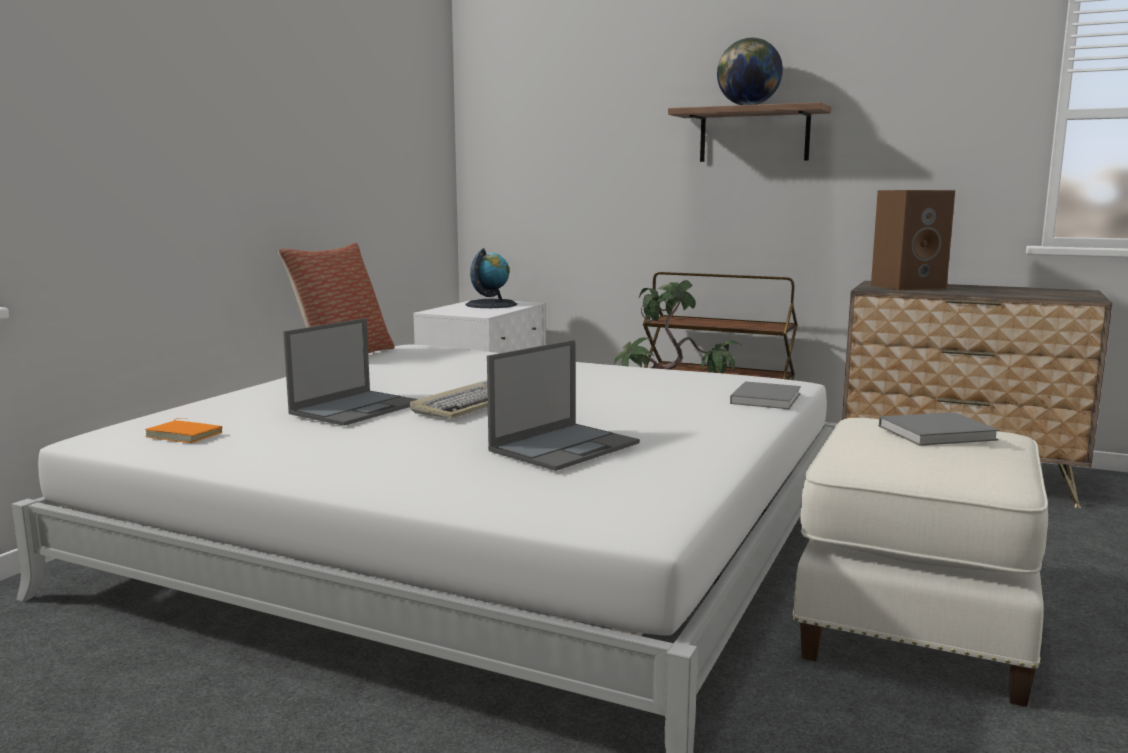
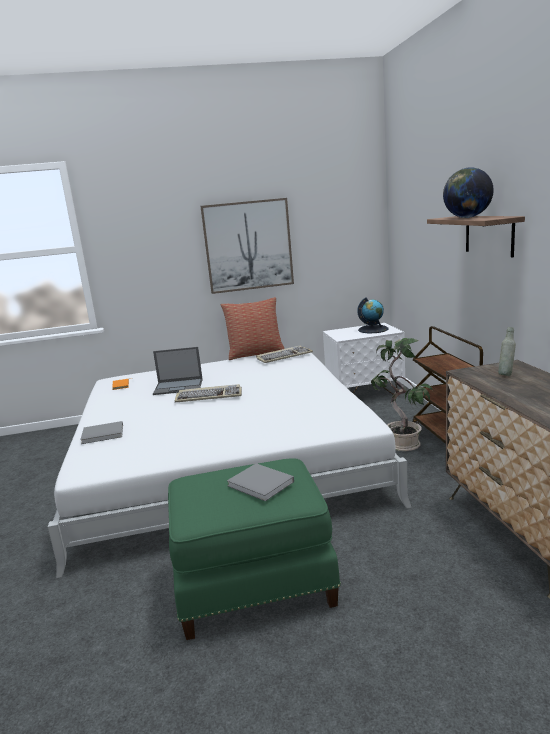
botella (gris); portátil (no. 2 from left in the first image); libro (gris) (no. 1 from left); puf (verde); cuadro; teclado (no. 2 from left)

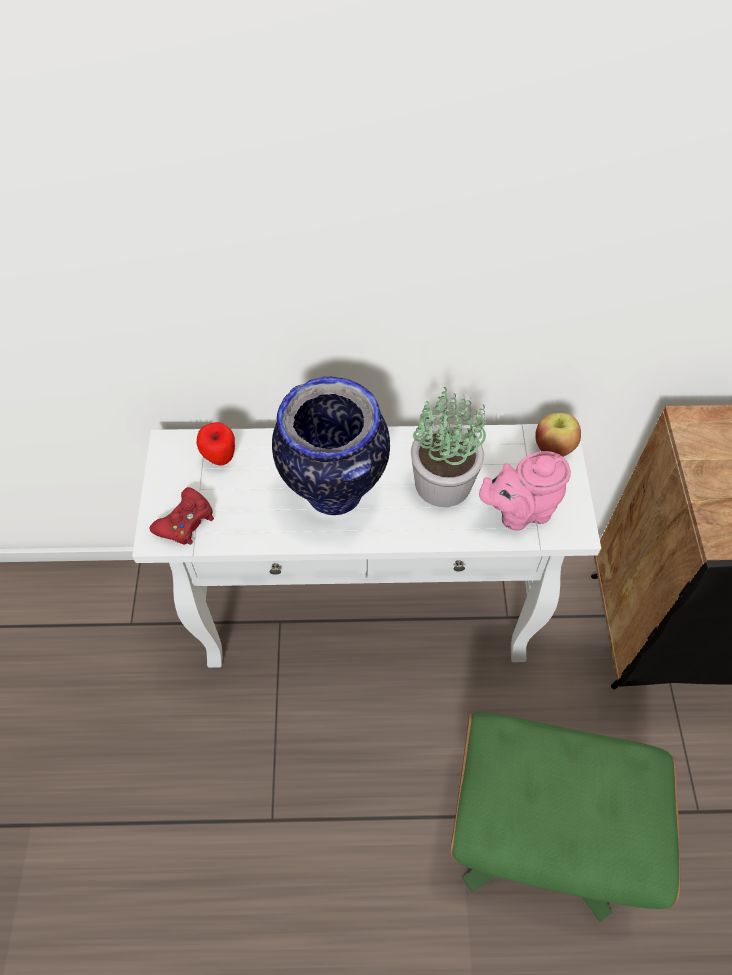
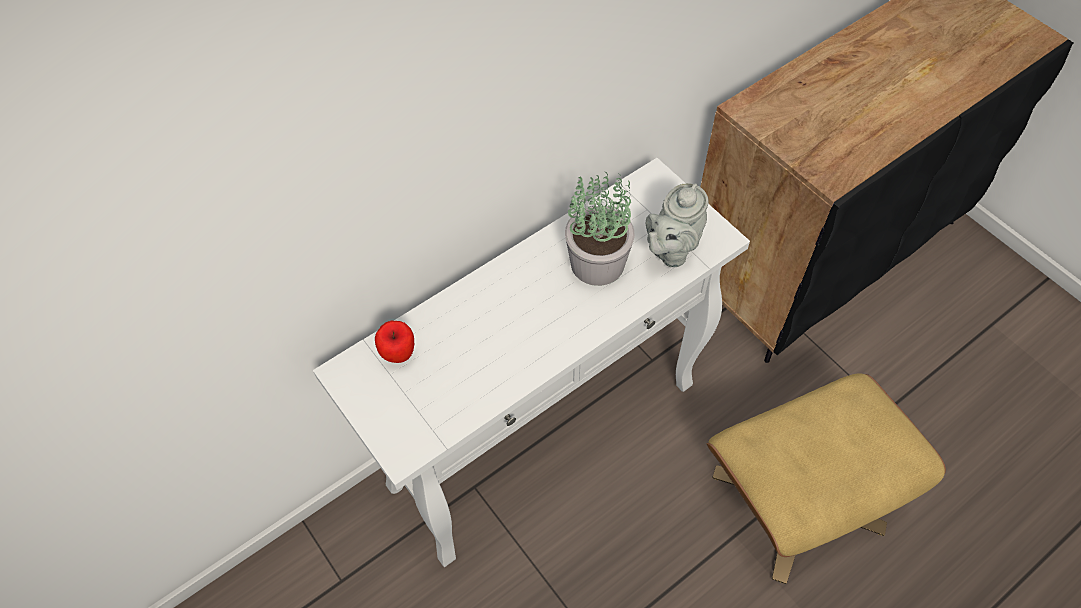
florero; manzana (no. 2 from left in the first image); tetera (gris); mando de consola (rojo); puf (beis)

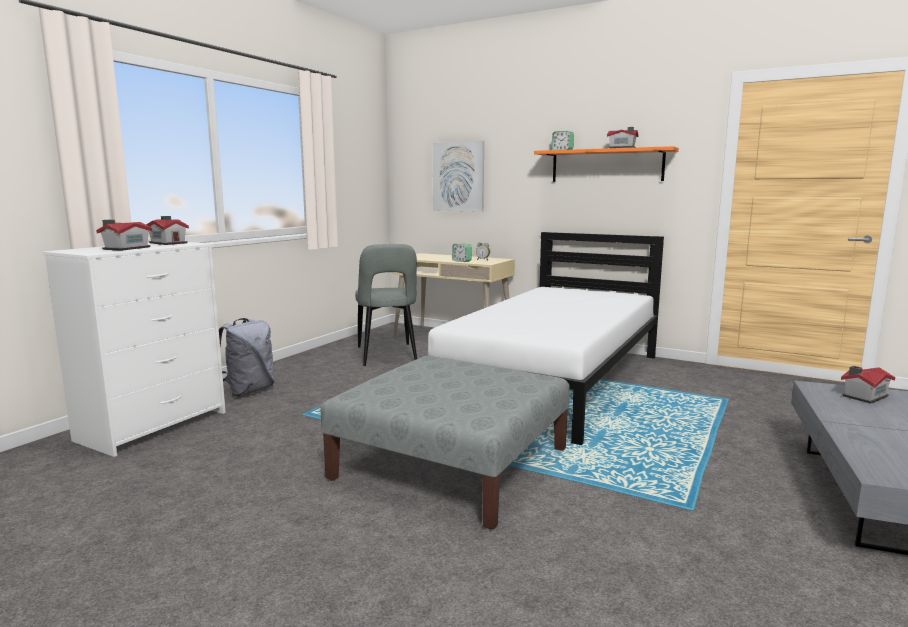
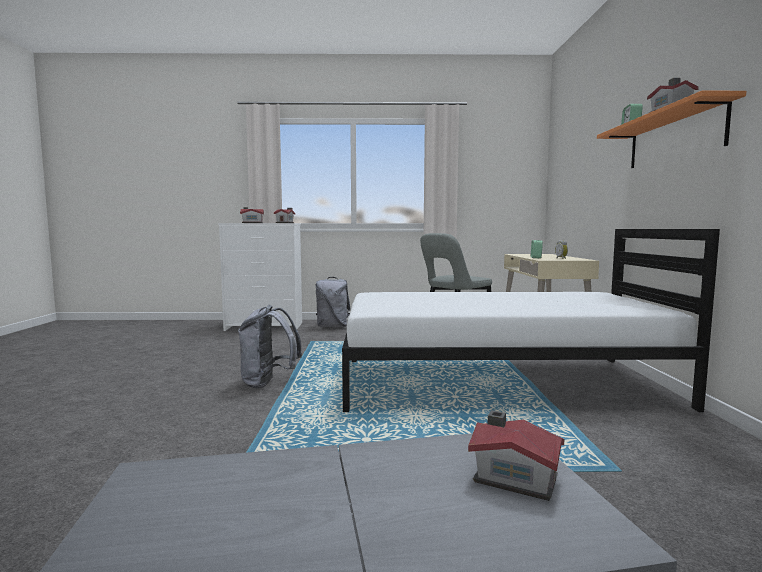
cuadro; mochila (gris) (no. 1 from left)

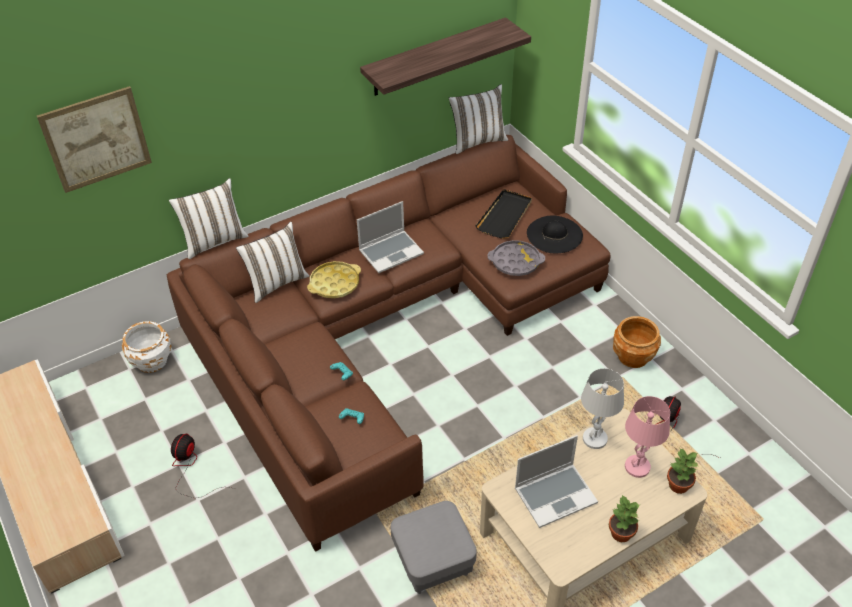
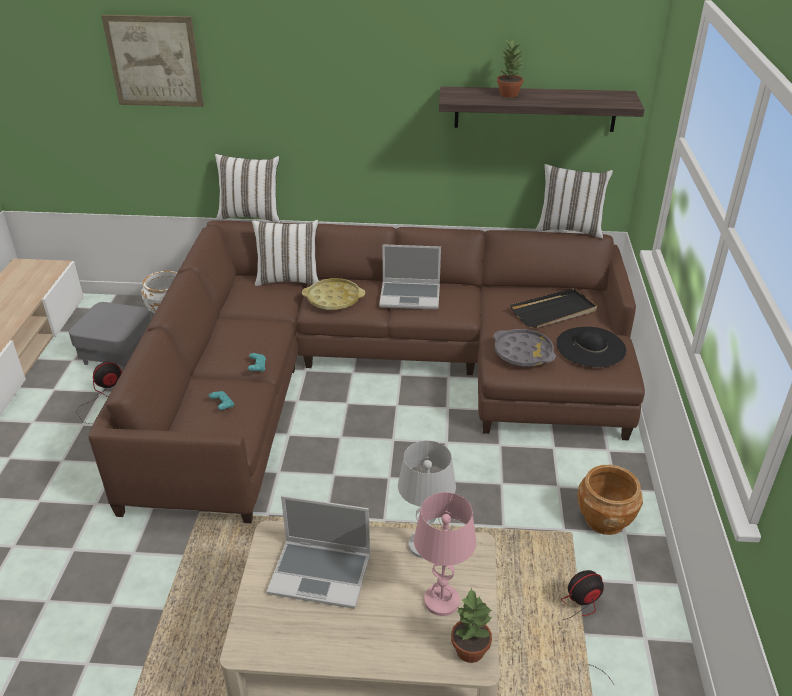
planta en maceta (no. 2 from left); puf (gris)

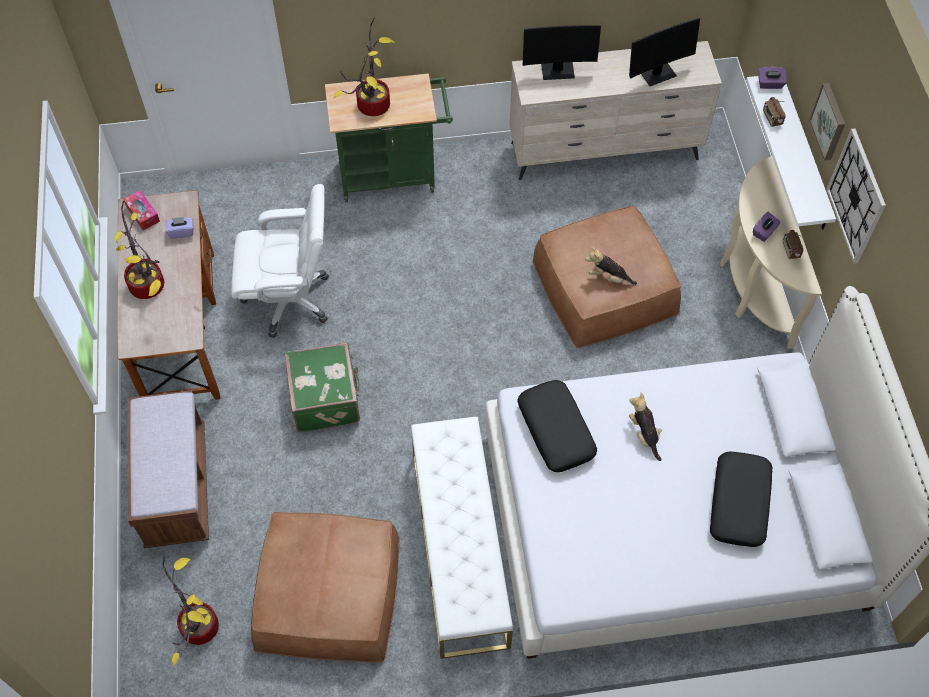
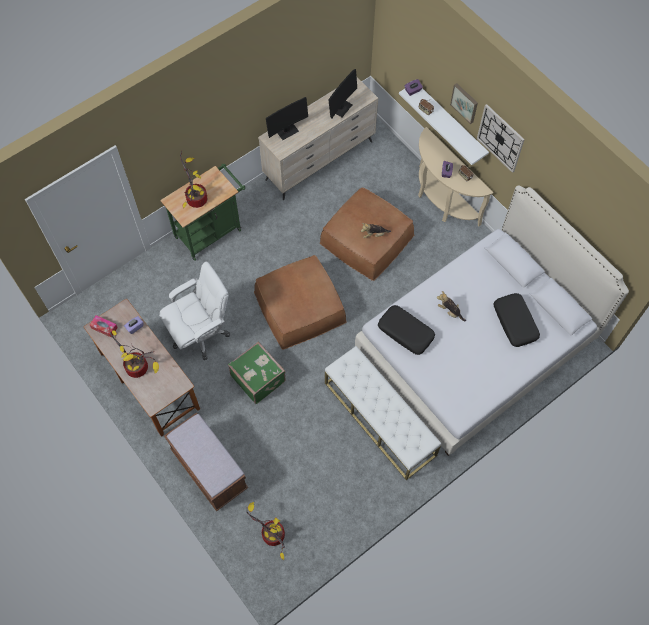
puf (marrón) (no. 1 from left)

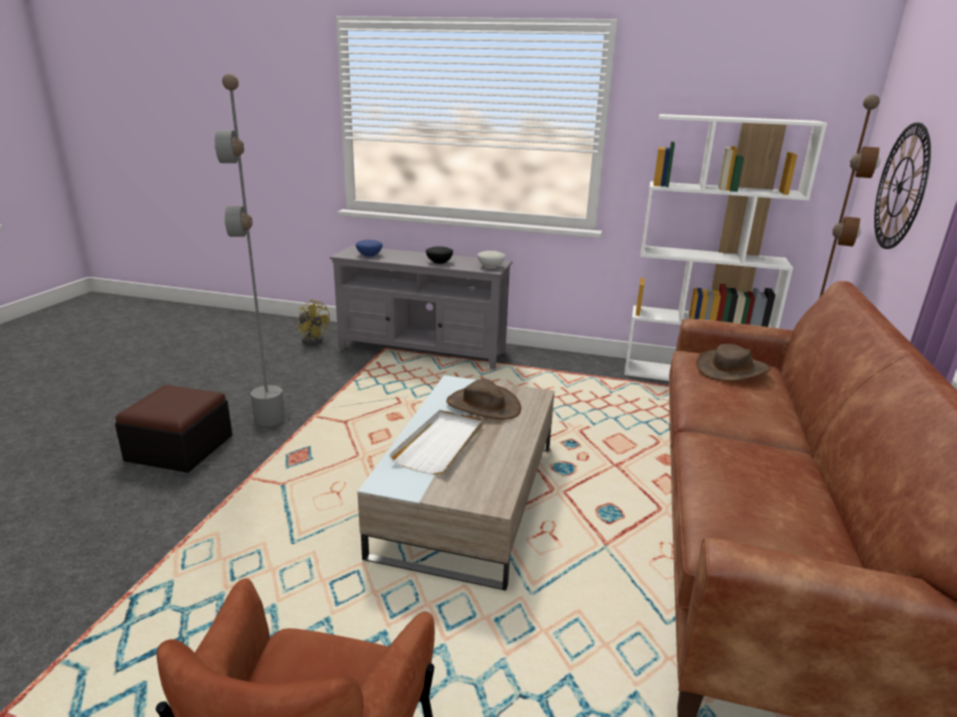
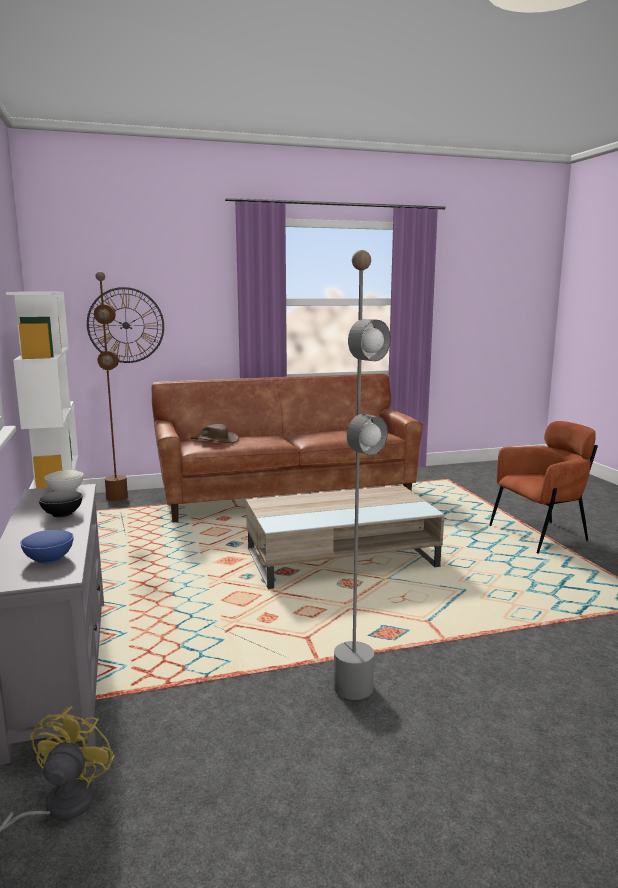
sombrero (marrón) (no. 1 from left in the first image); puf; bandeja (blanco)

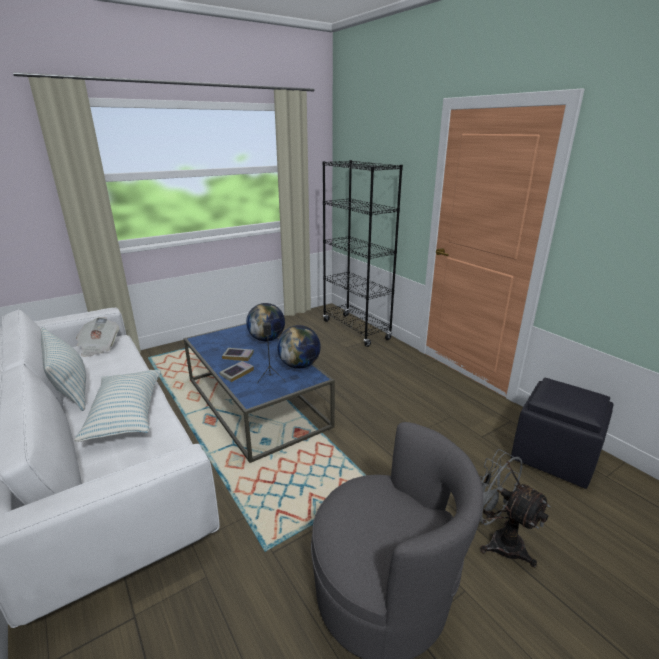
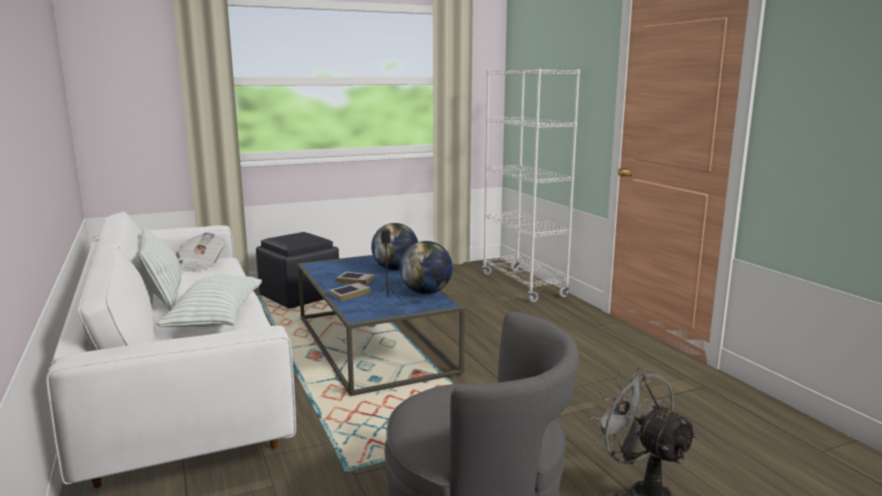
estantería (blanco); puf (negro)

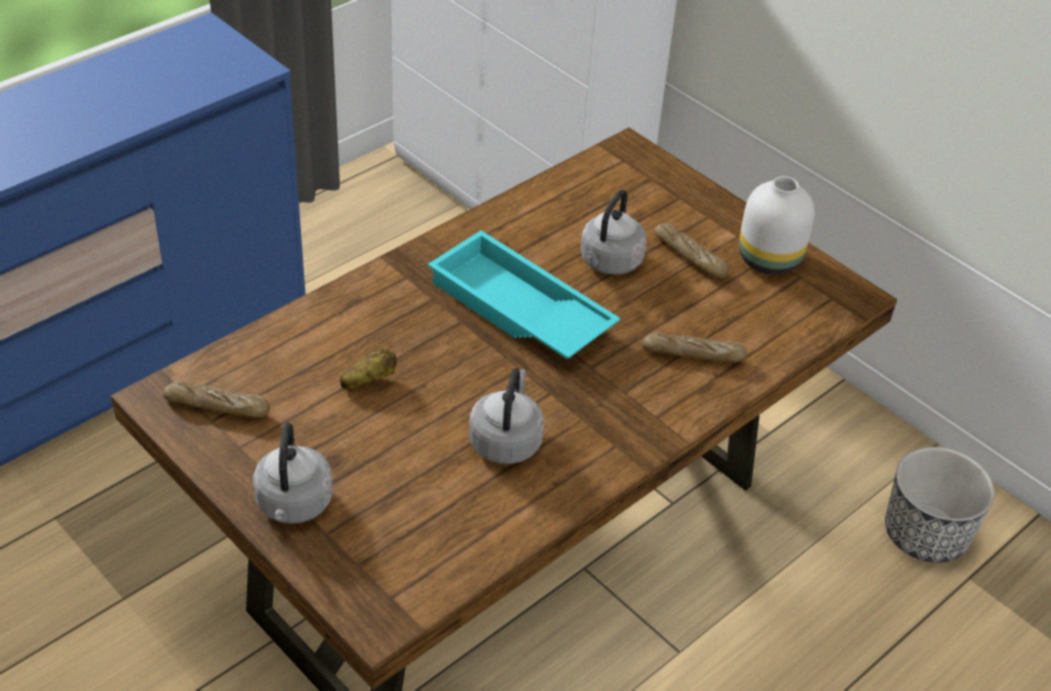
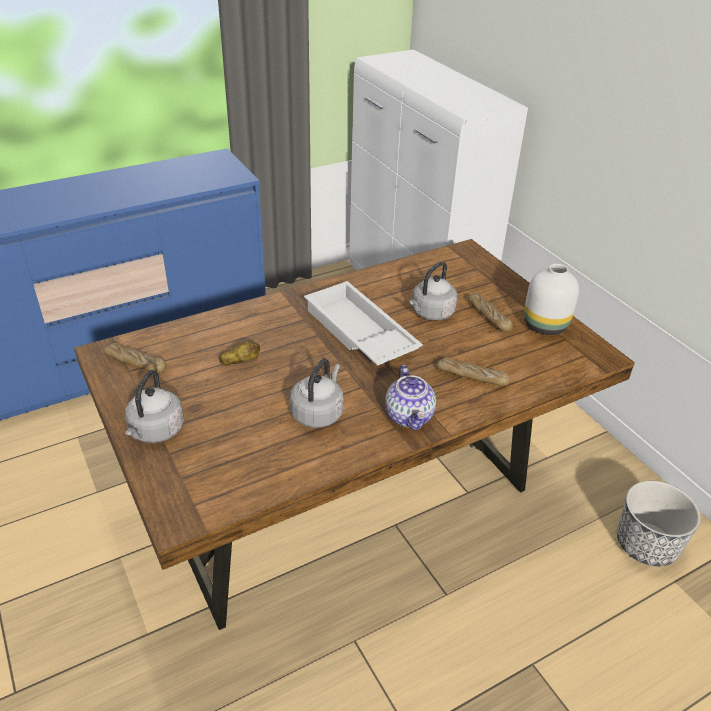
bandeja (blanco); tetera

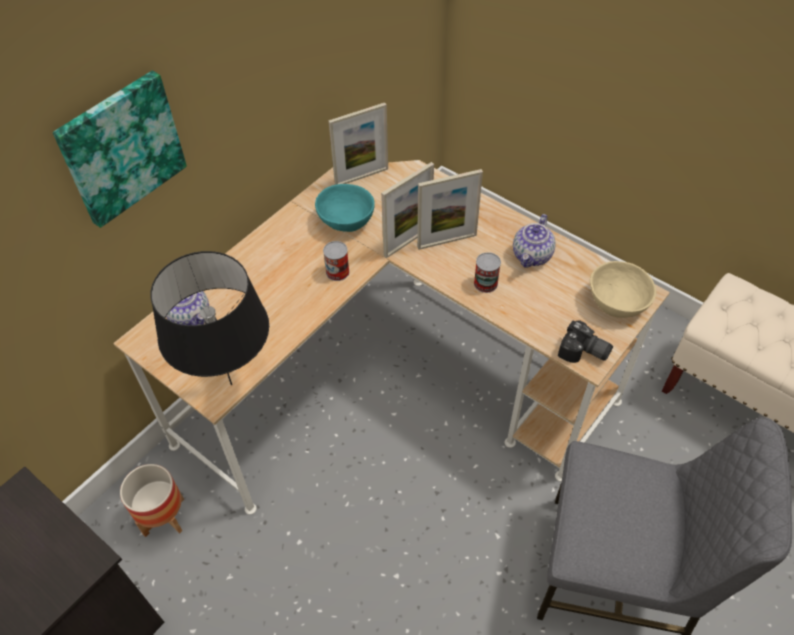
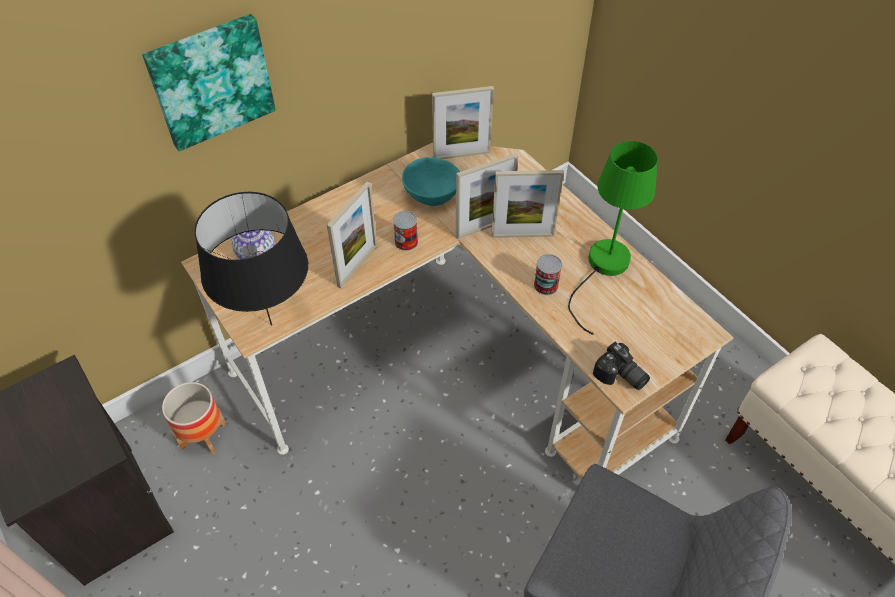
lámpara de mesa (verde); cuenco (beis); portarretratos (no. 1 from left)

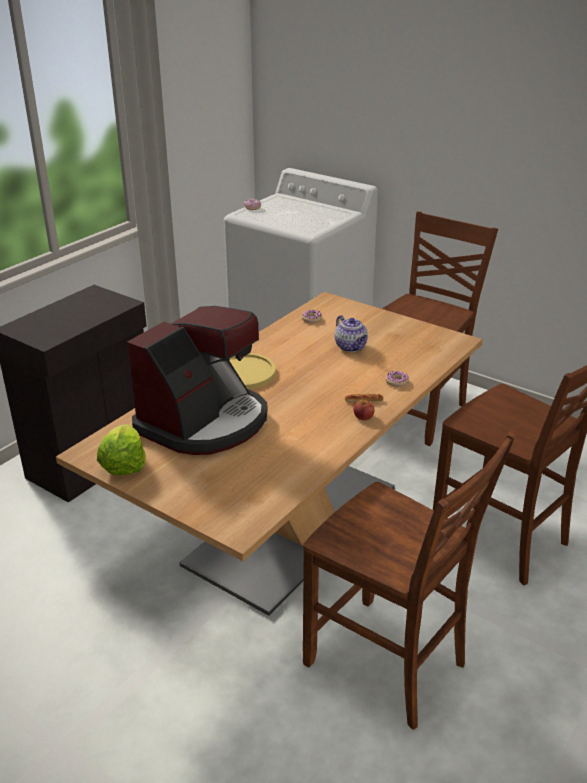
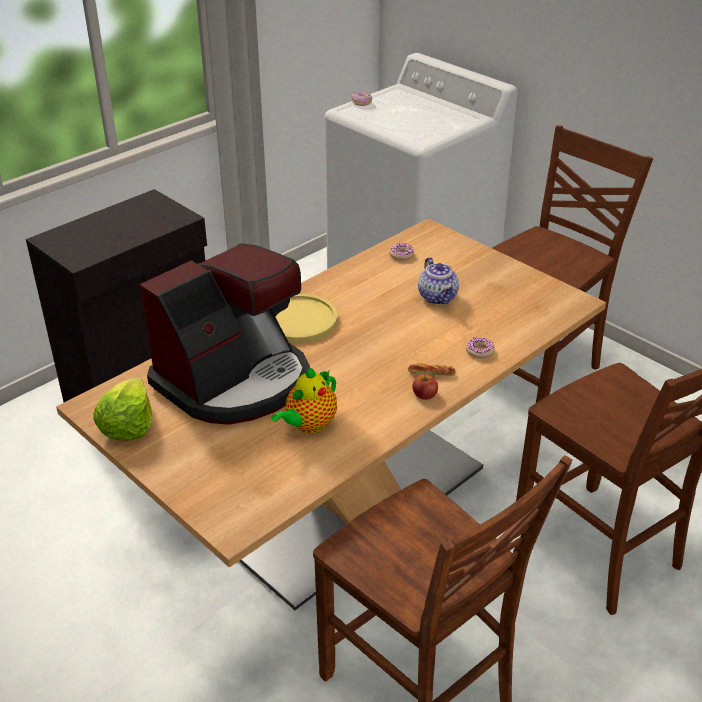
tetera (no. 1 from left)

